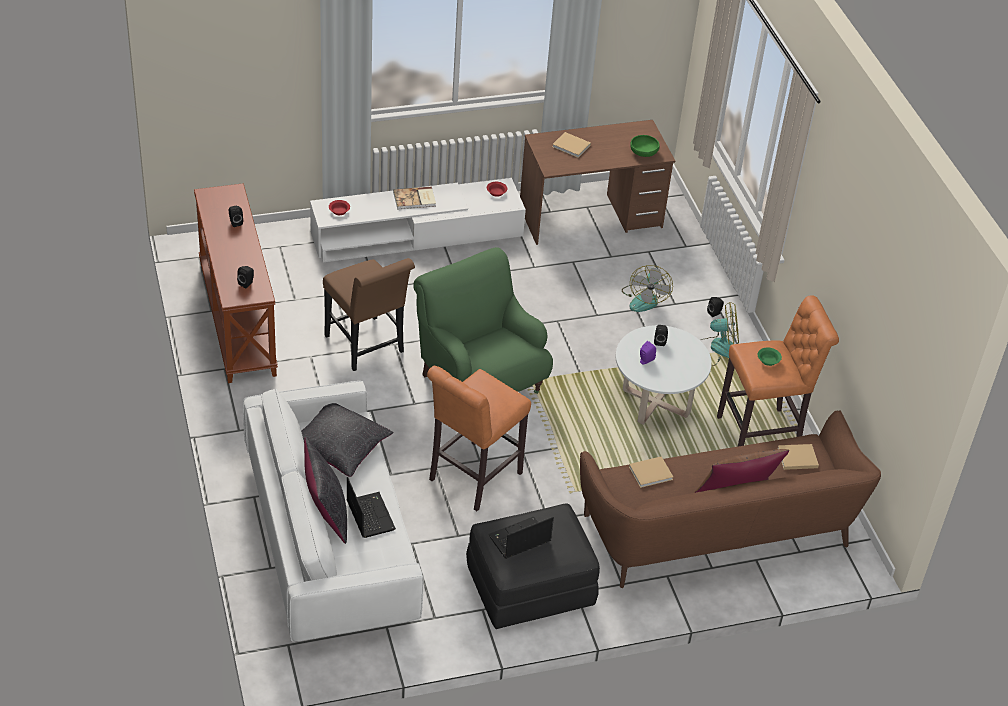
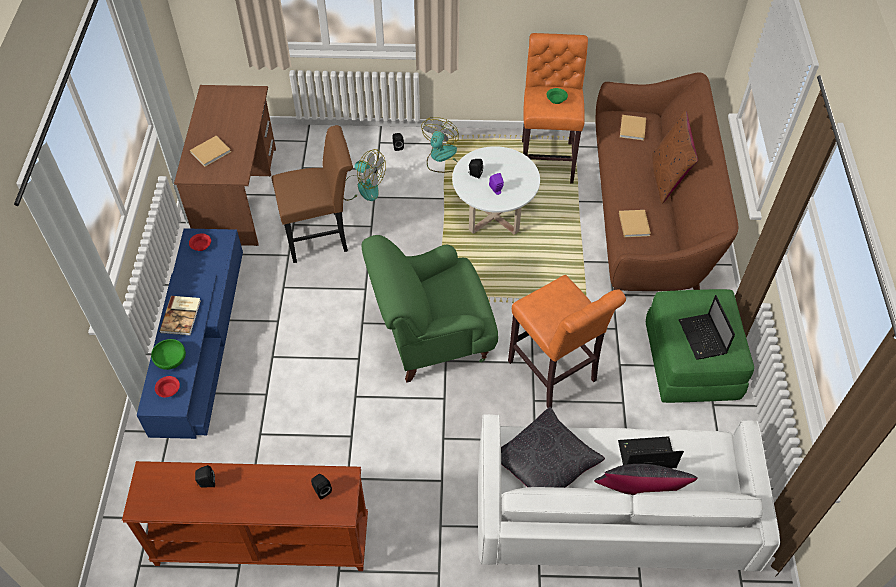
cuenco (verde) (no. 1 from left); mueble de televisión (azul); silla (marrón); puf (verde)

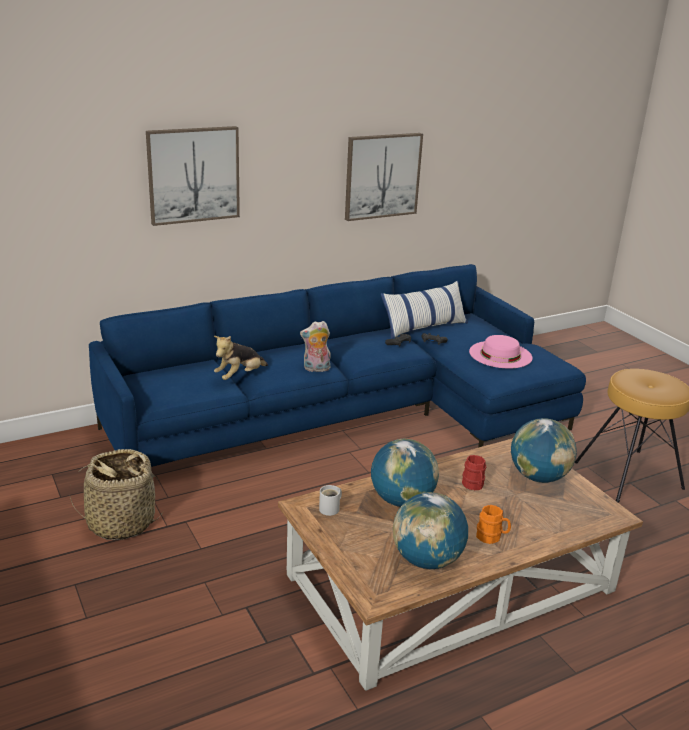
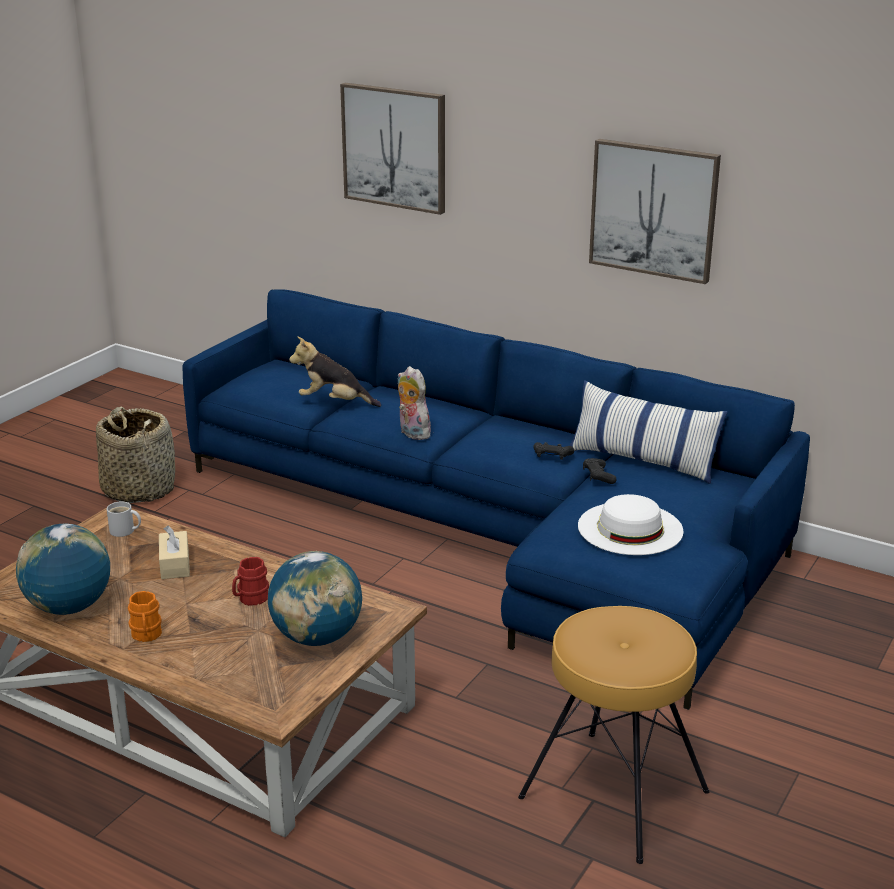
sombrero (blanco); caja de pañuelos (beis)

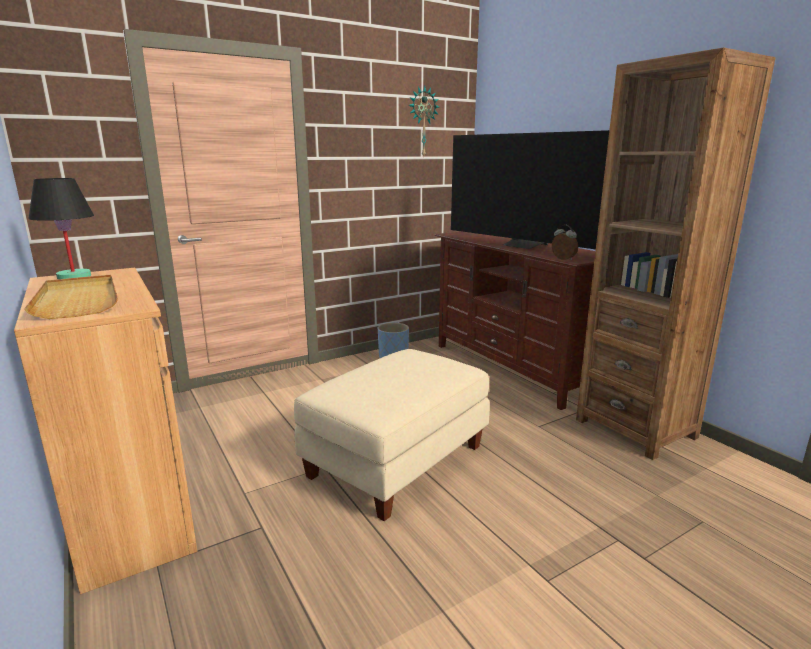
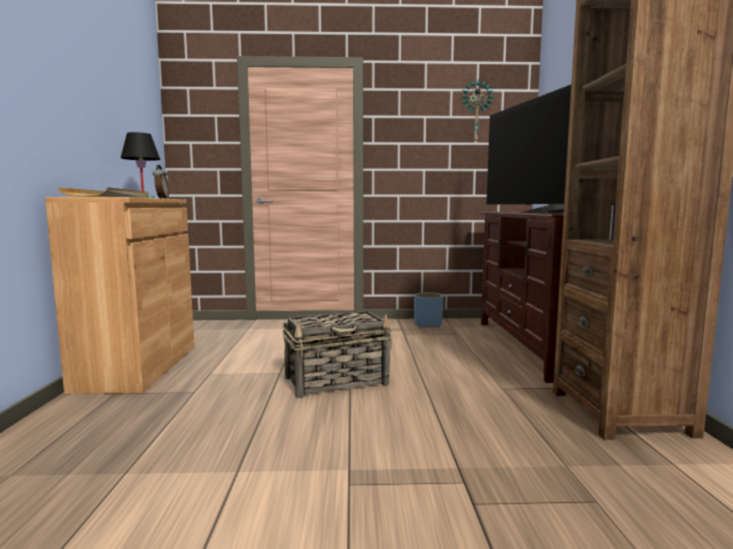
despertador; cesta

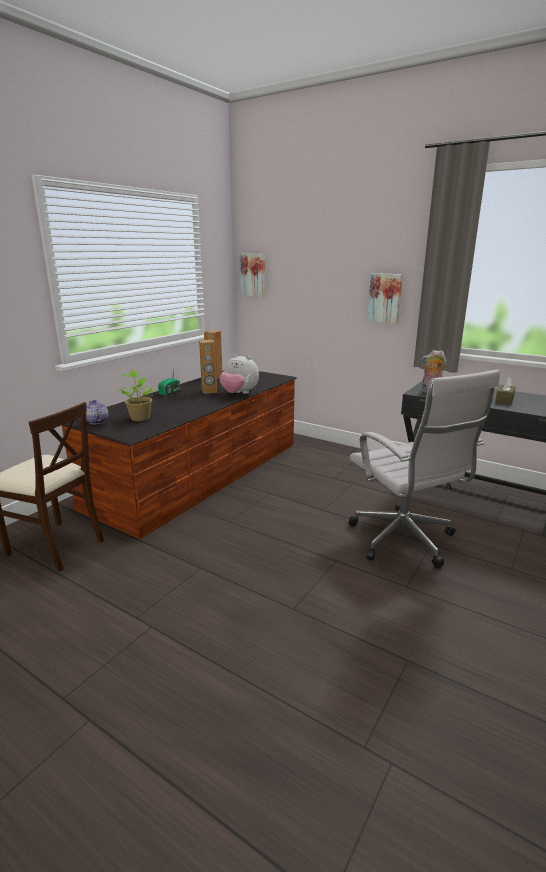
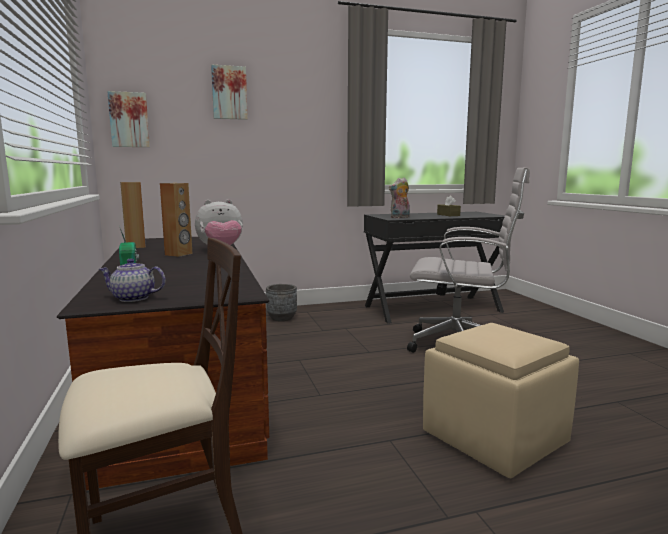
cuadro (no. 2 from left); planta en maceta; maceta (gris); puf (beis)

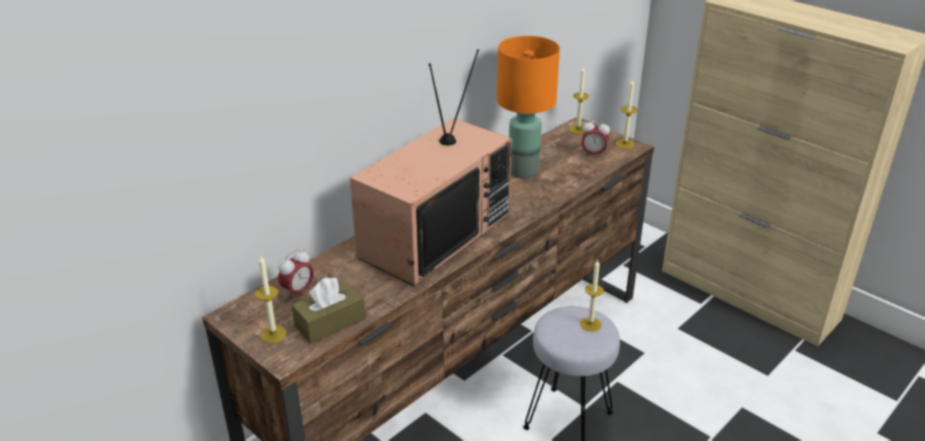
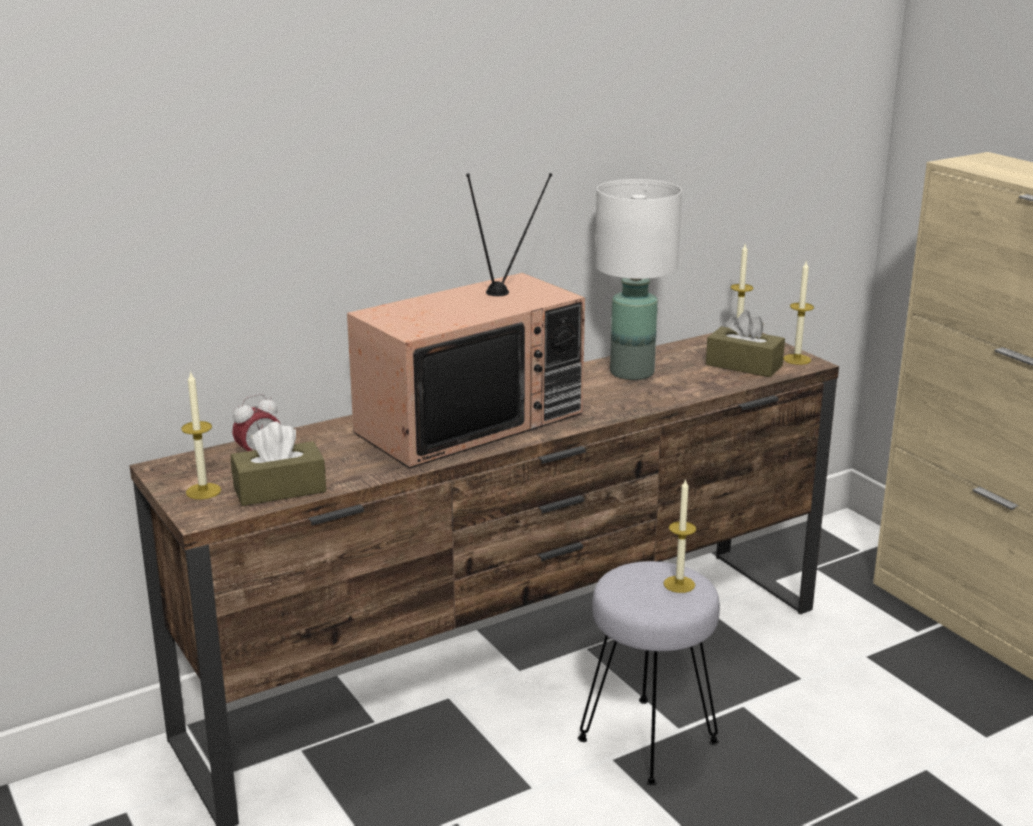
lámpara de mesa (blanco); caja de pañuelos (marrón) (no. 2 from left)

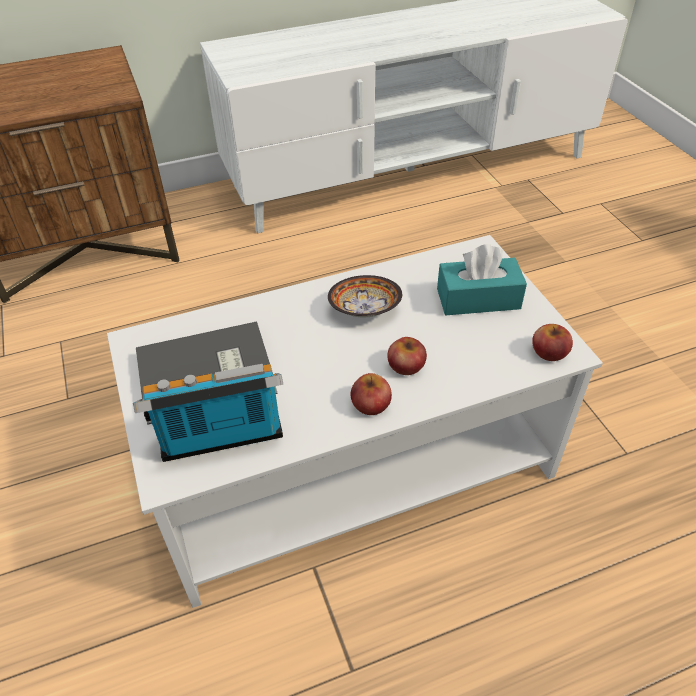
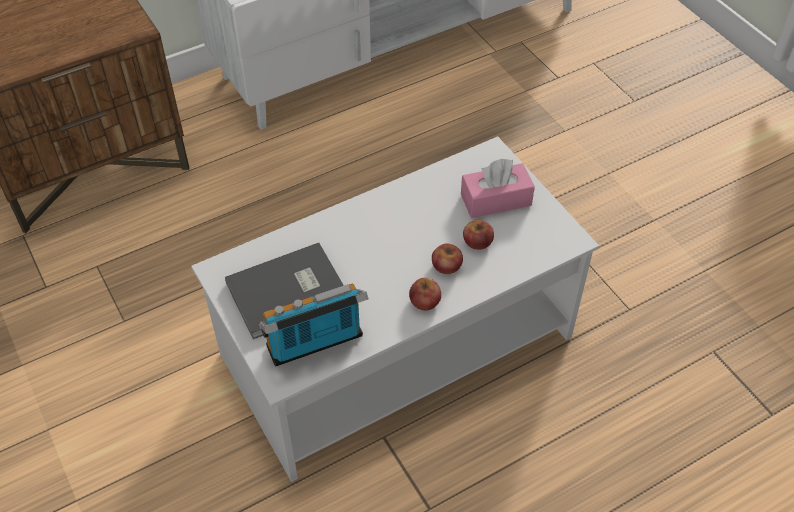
caja de pañuelos (rosa); cuenco; manzana (no. 3 from left)

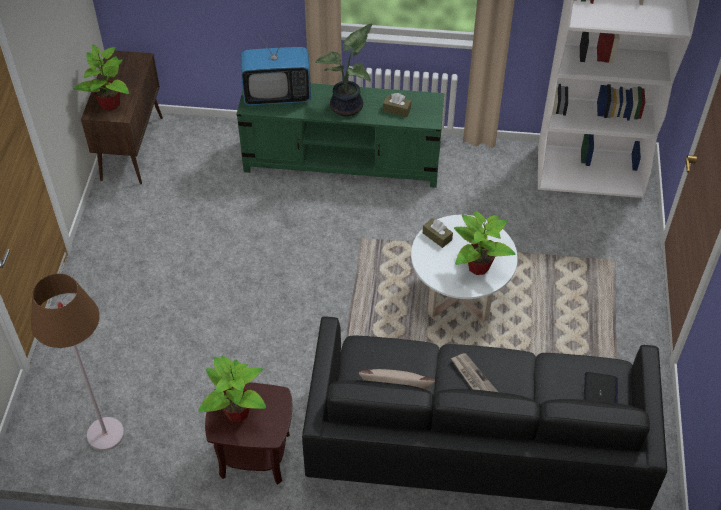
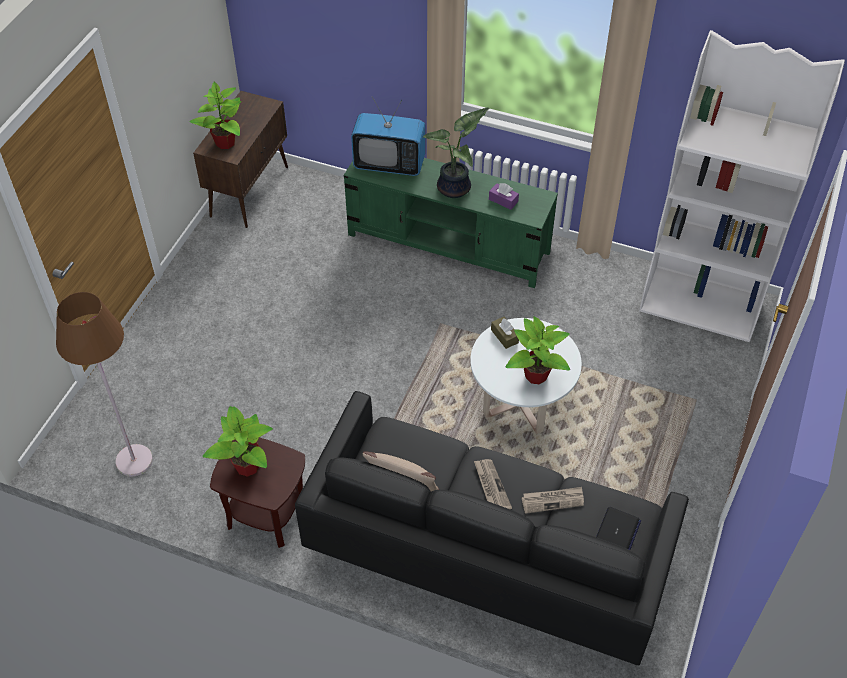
caja de pañuelos (morado); periódico (no. 2 from left)

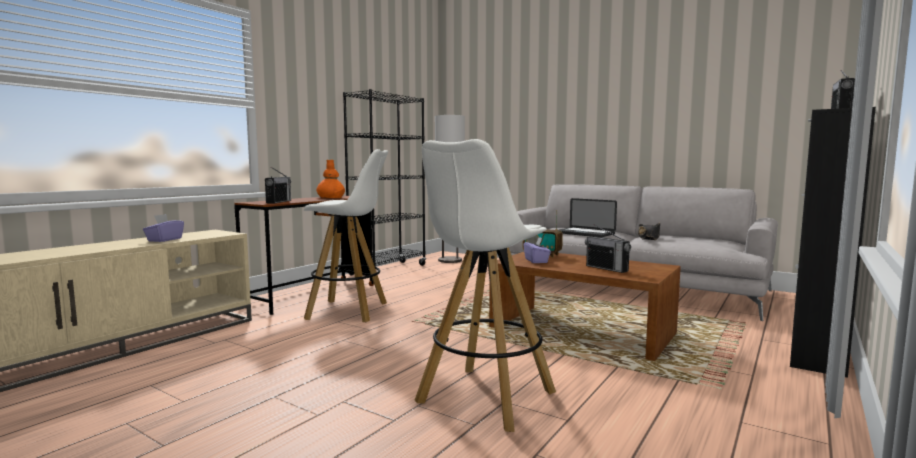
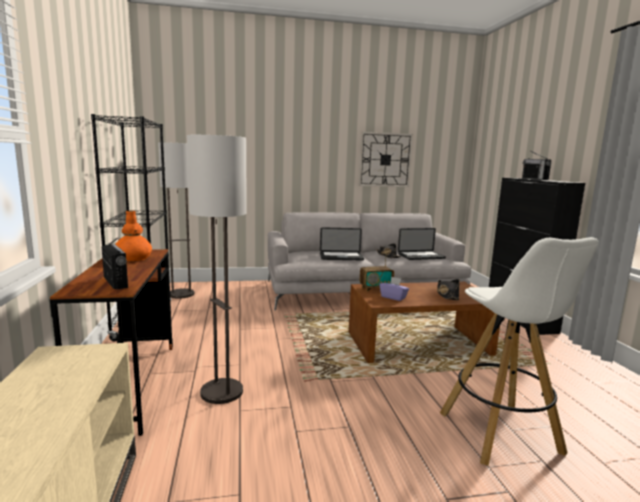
lámpara de pie (no. 2 from left); caja de pañuelos (morado) (no. 1 from left in the first image); sombrero (negro) (no. 2 from left); reloj de pared; portátil (no. 2 from left)

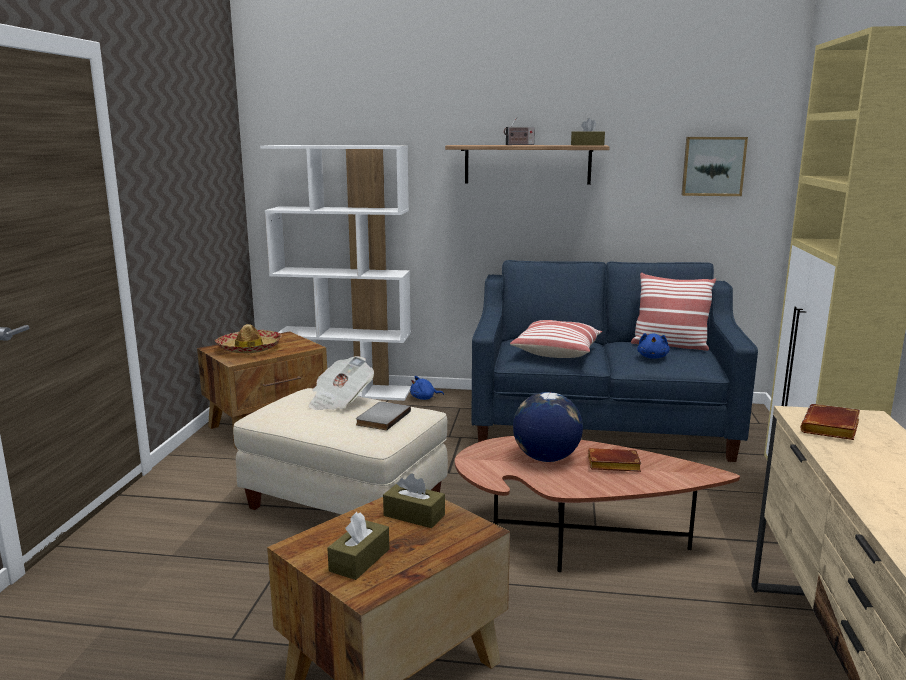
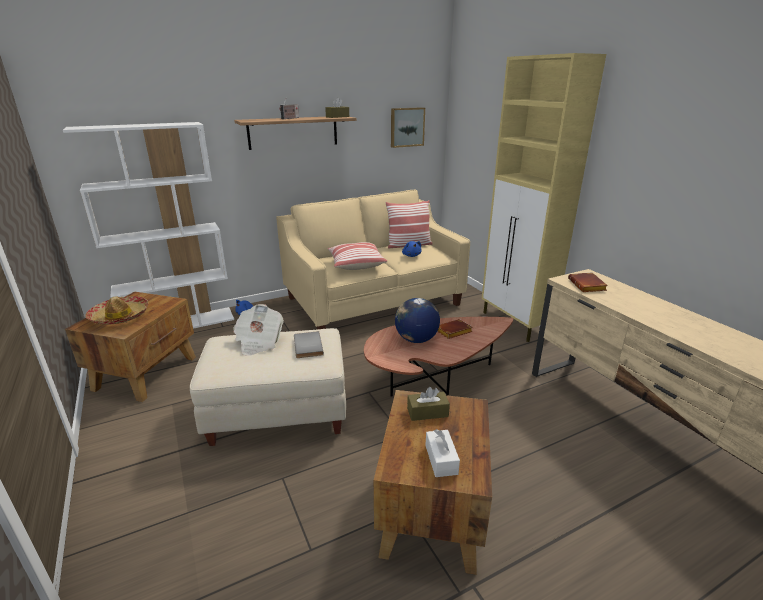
sofá (beis); caja de pañuelos (blanco)

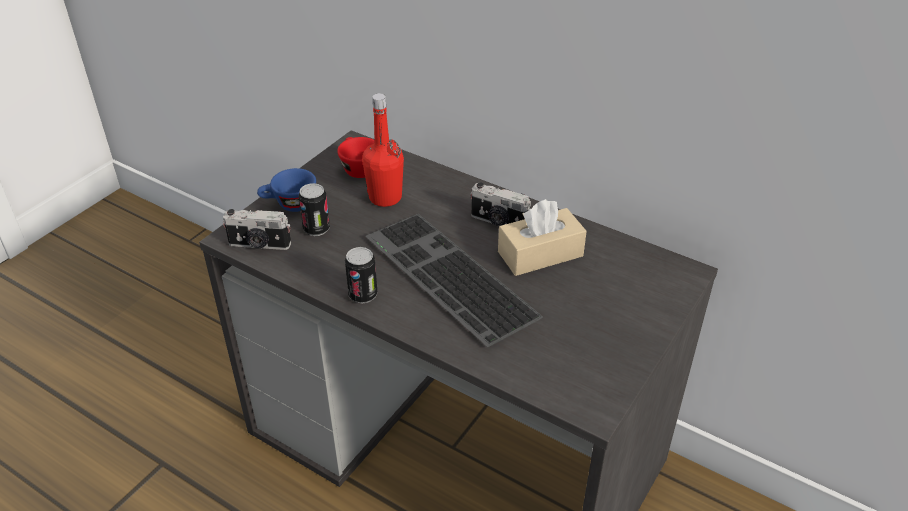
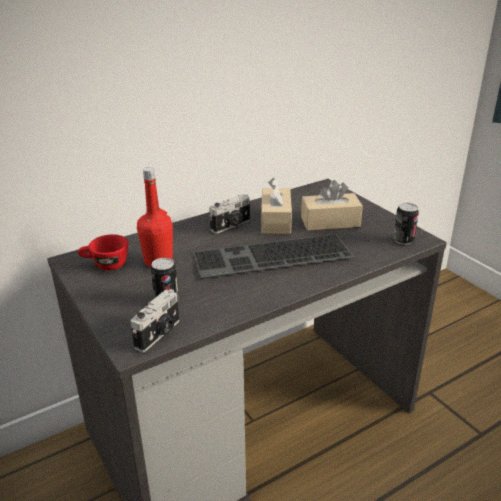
taza (azul); lata (no. 2 from left); caja de pañuelos (beis) (no. 2 from left)

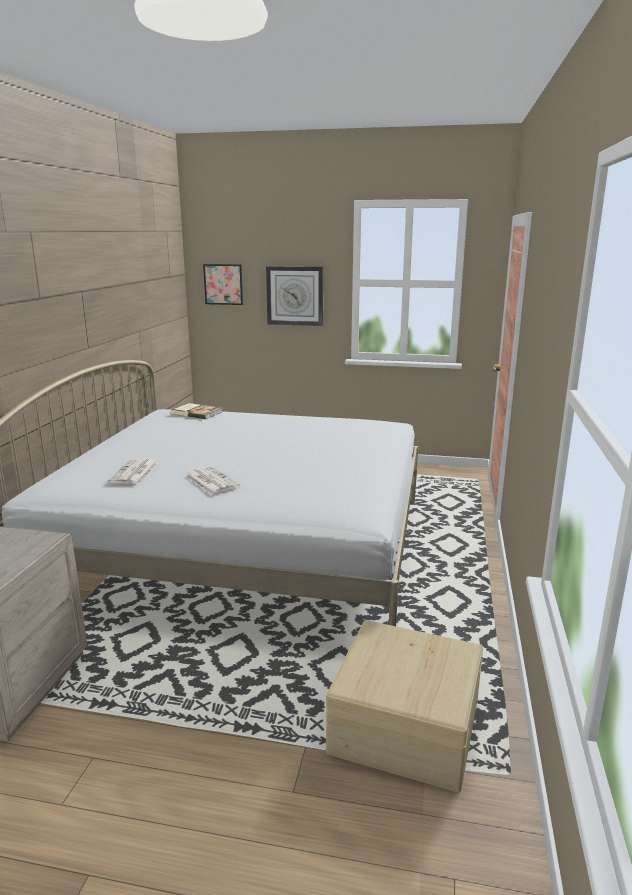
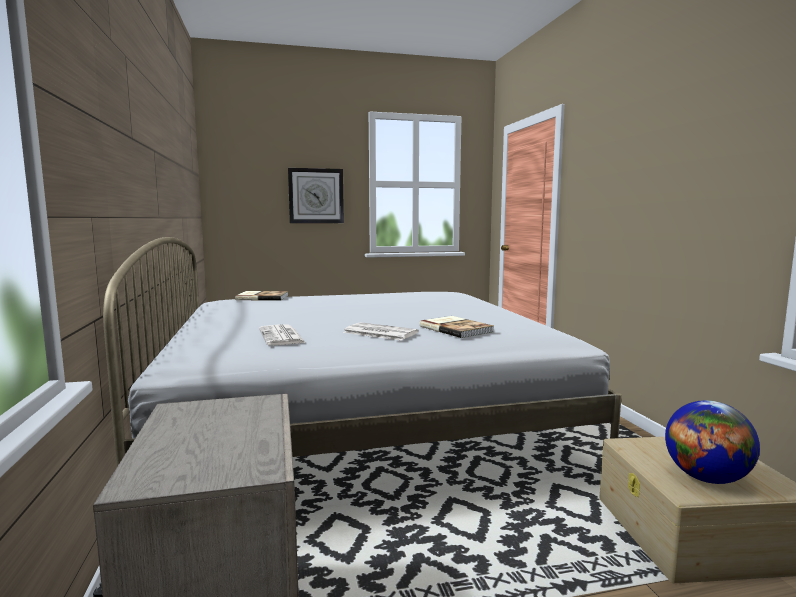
cuadro; libro (no. 2 from left); globo terráqueo

